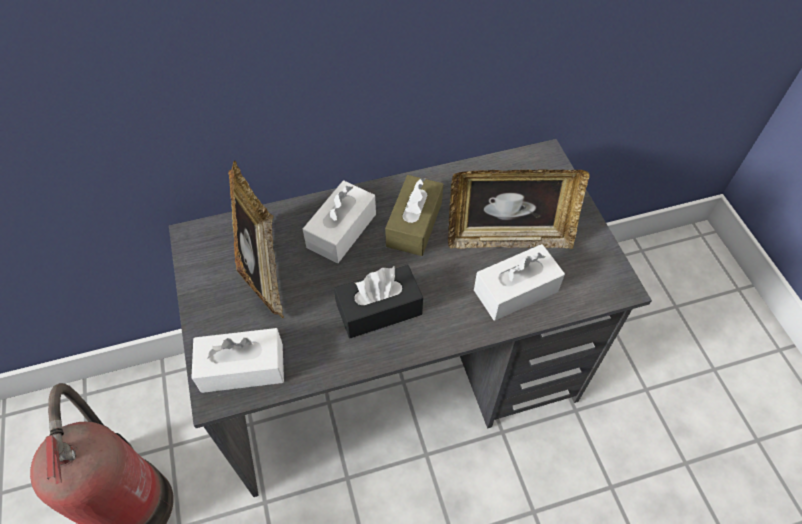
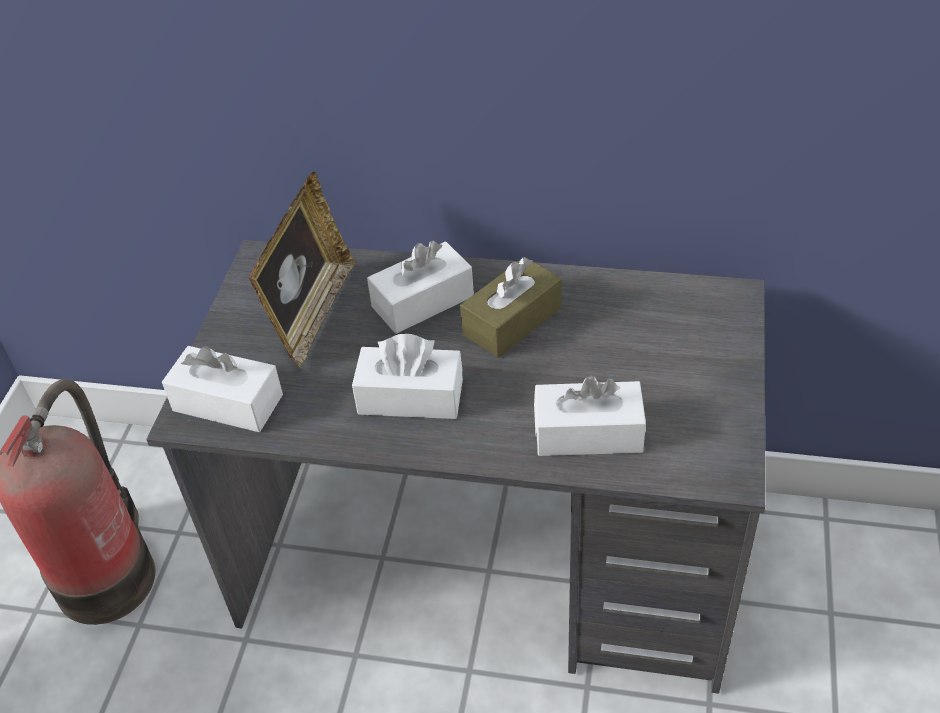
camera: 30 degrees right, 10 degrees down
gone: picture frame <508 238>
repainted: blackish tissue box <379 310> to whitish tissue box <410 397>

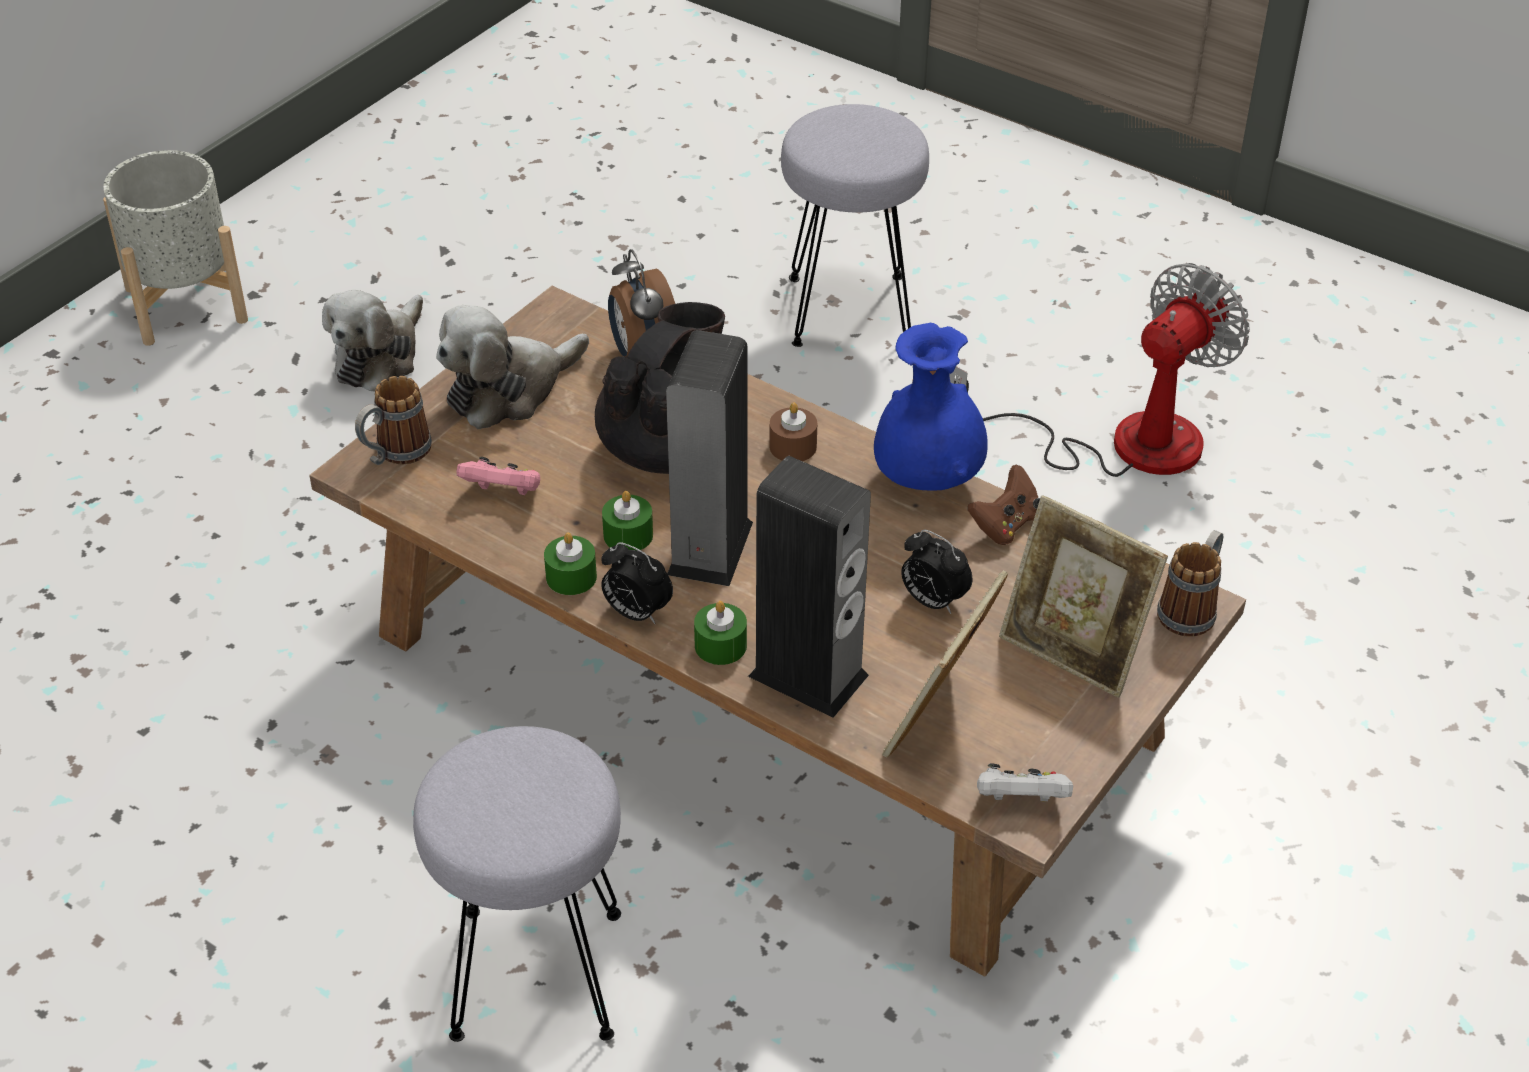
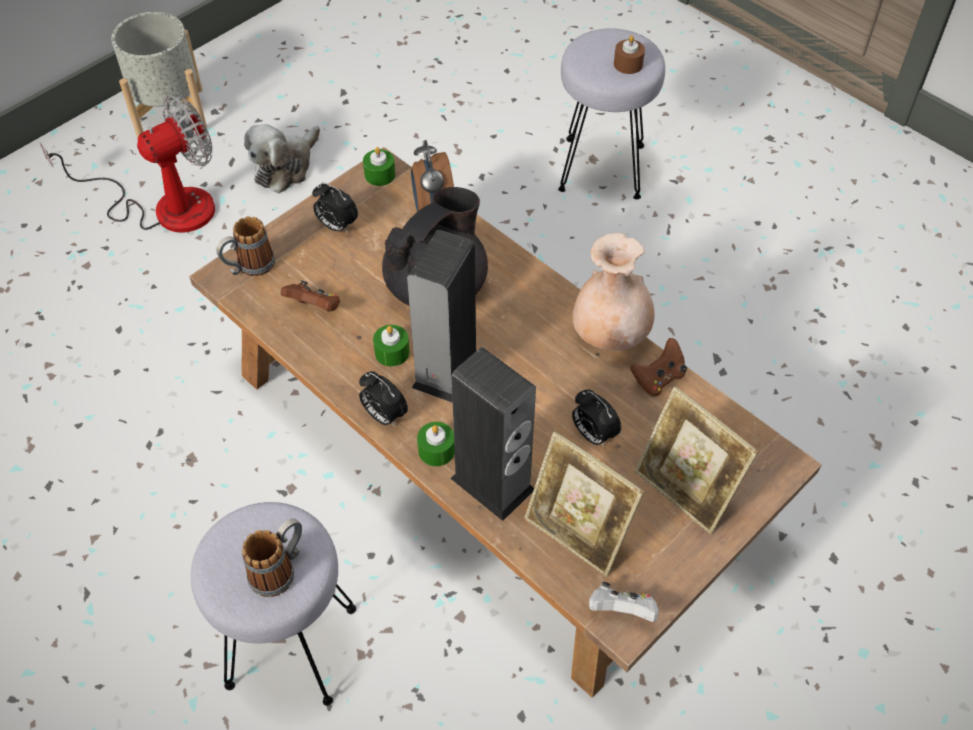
camera: 10 degrees right, 10 degrees up
shifted: green-coloured candle <571 577> to <380 175>; brown-coloured candle <793 446> to <628 64>; cooling fan <1122 443> to <164 206>; coffee mug <1191 609> to <280 569>
swapped: plush toy <509 390> to table clock <336 226>
repainted: pink joypad <503 493> to brown-coloured joypad <315 307>; blue-coloured decorative vase <927 480> to beige decorative vase <610 335>
rotated: picture frame <939 720> = <577 534> 90 degrees counterclockwise

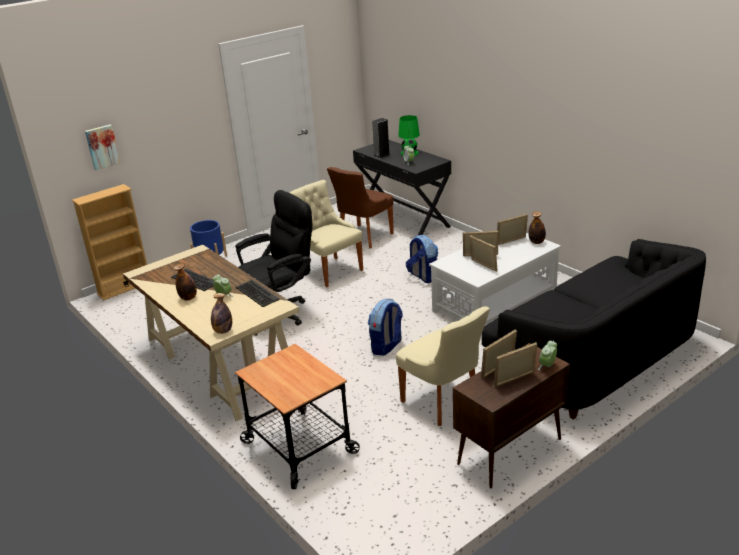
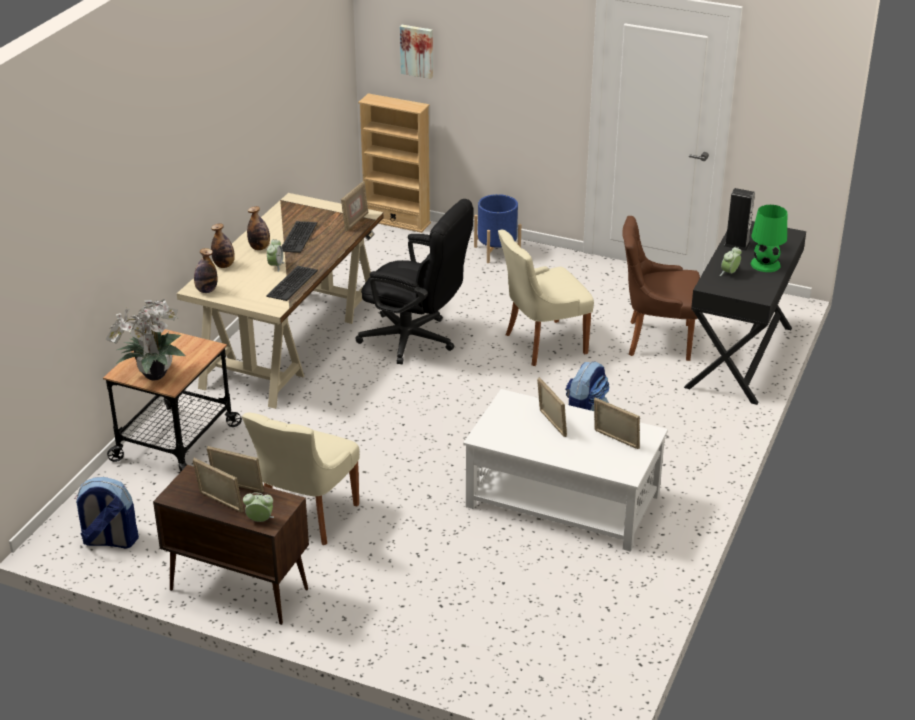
camera: 60 degrees right, 5 degrees up
gone: blackish sofa <593 359>
new: potted plant <152 376>
shifted: knapsack <386 347> to <109 540>; picture frame <483 266> to <355 222>; beverage bottle <536 242> to <224 265>
rotated: beige plain chair <330 271> = <542 344> 135 degrees counterclockwise

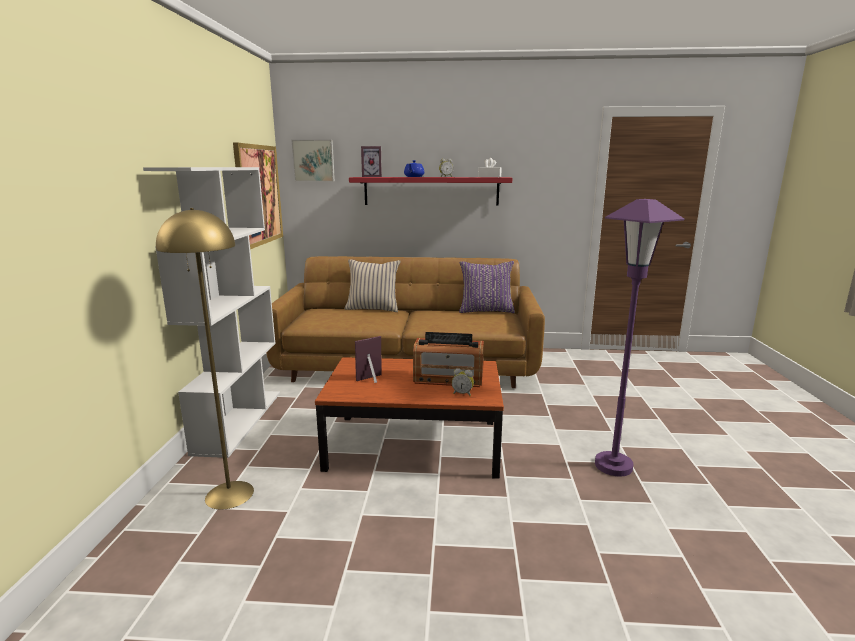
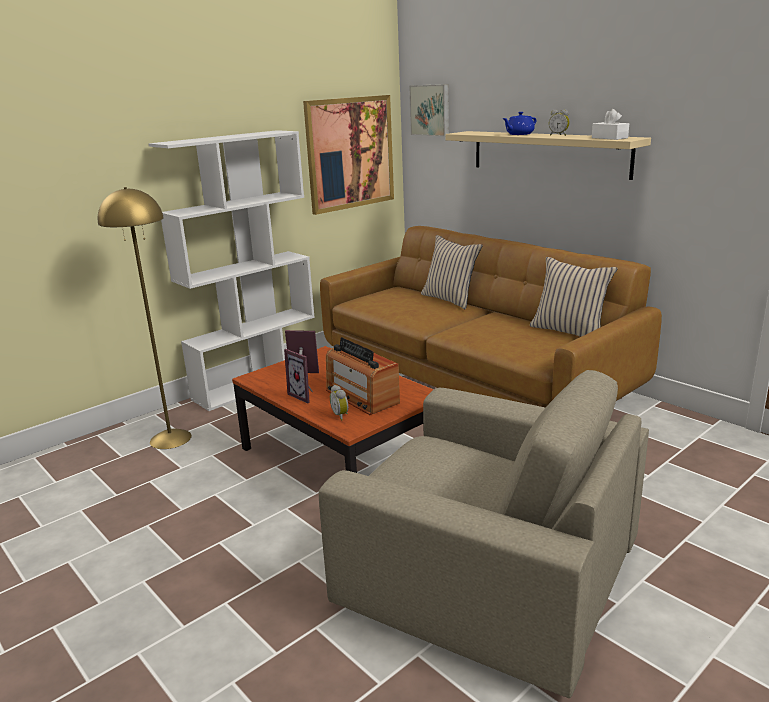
camera: 45 degrees right, 5 degrees up
shifted: picture frame <372 177> to <305 395>
swapped: purple standard lamp <613 466> to beige easy chair <487 573>
repainted: reddish bracket shelf <431 191> to beige bracket shelf <548 153>; purple pillow <486 310> to beige pillow <569 331>

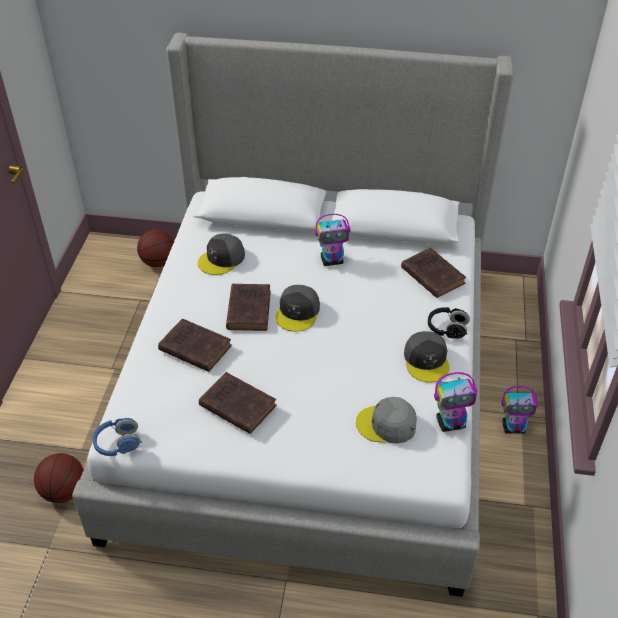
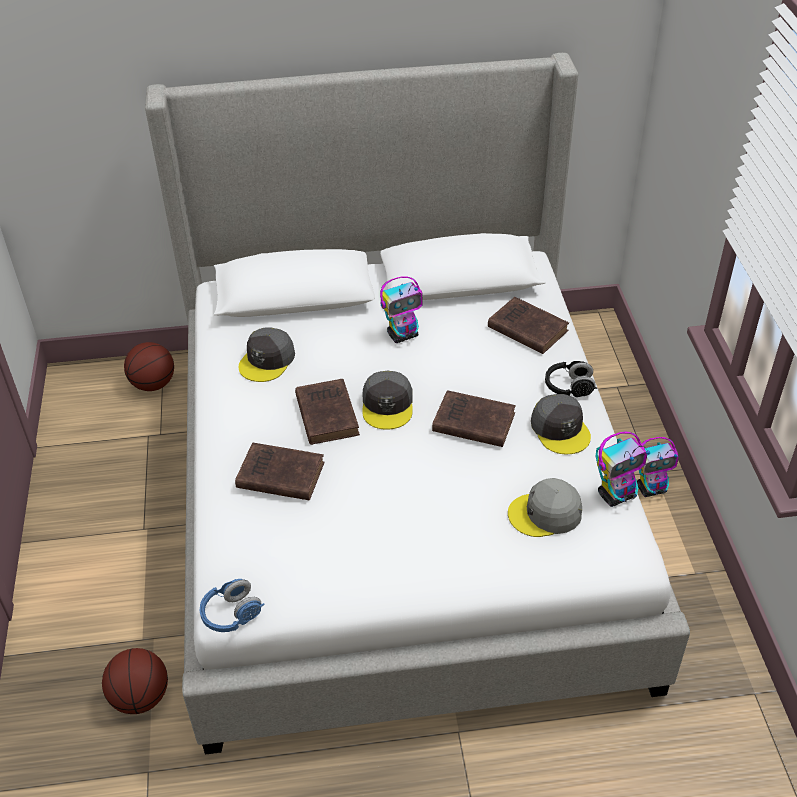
camera: 15 degrees left, 0 degrees up
shifted: brown-coloured volume <236 405> to <471 422>

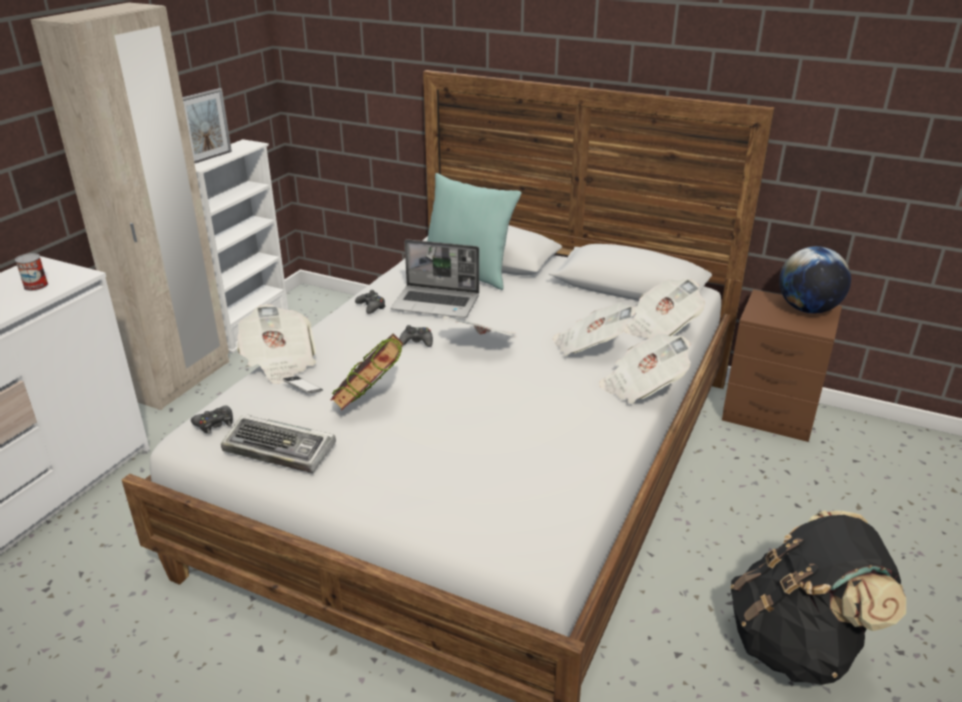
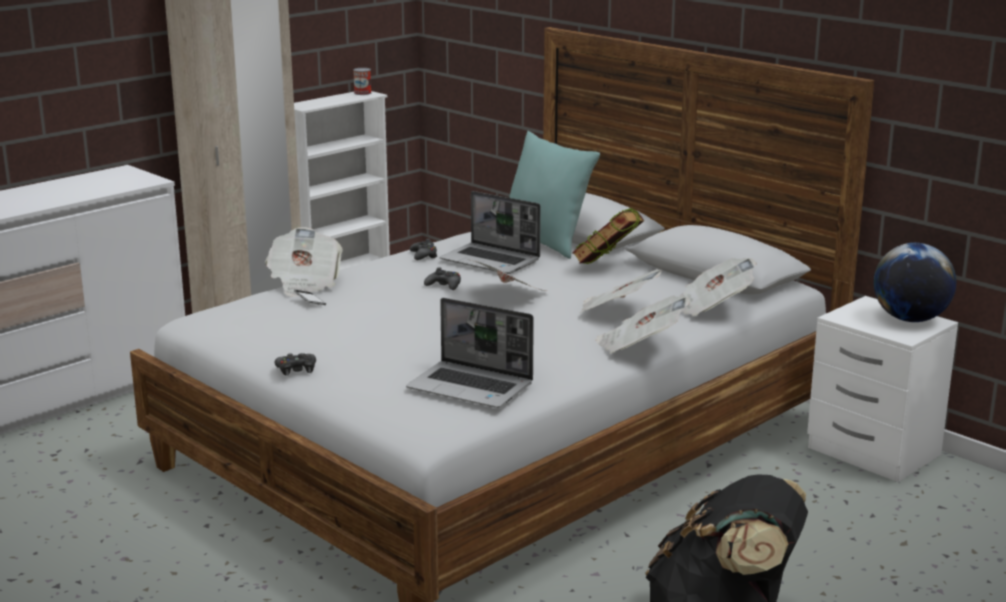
camera: 20 degrees right, 10 degrees down
gone: picture frame <210 158>; keyboard <281 449>
new: portable computer <472 387>
shifted: metal can <36 286> to <362 93>; blackish joypad <215 424> to <296 369>; volume <370 402> to <607 268>
repainted: brown-coloured night table <771 415> to whitish night table <874 453>

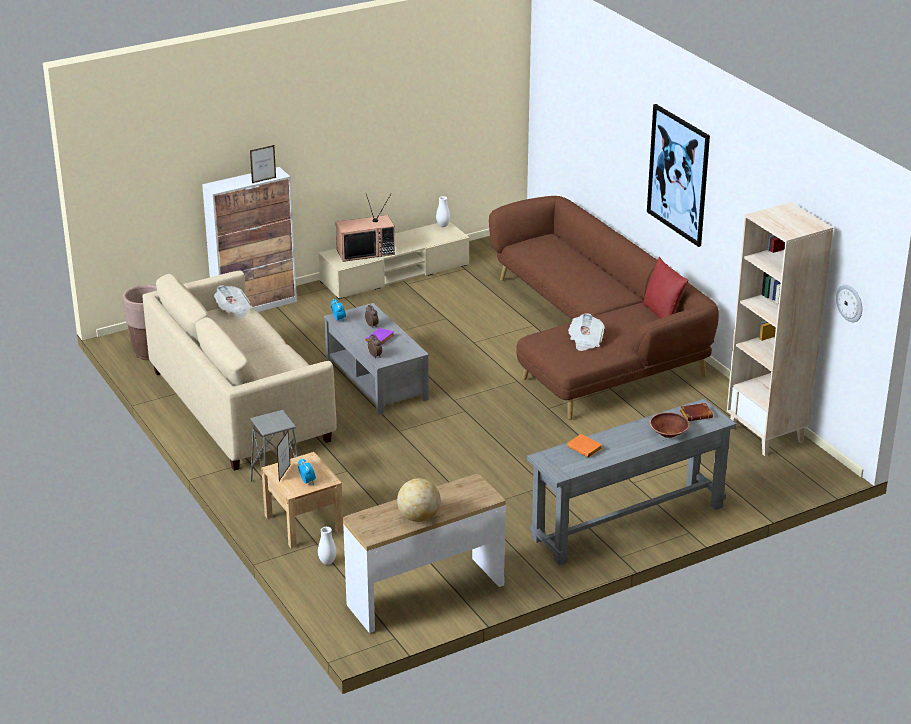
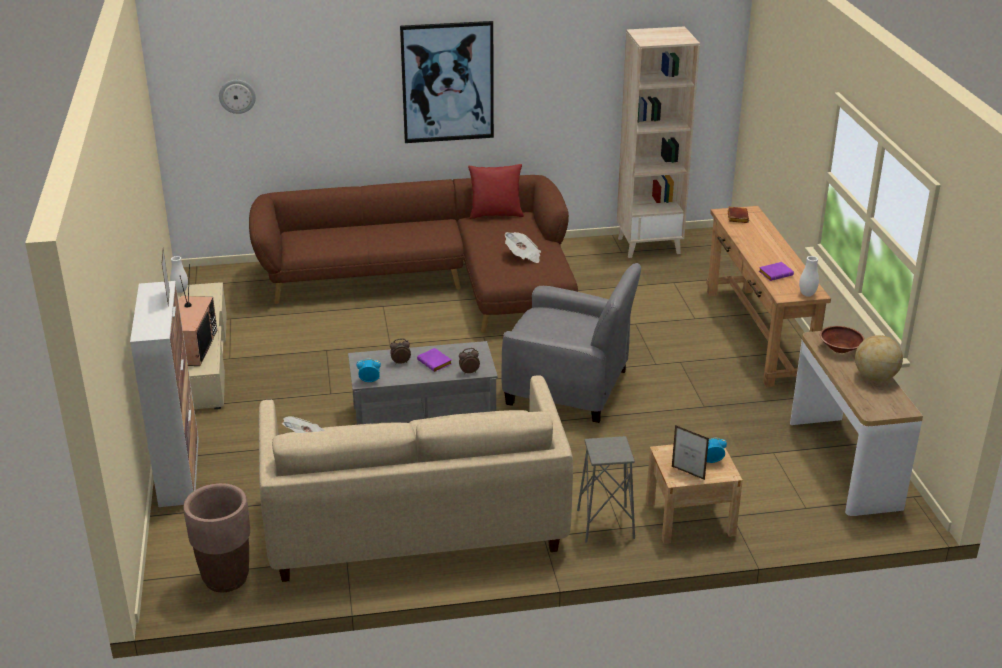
camera: 70 degrees left, 0 degrees up
new: greyish easy chair <568 388>
shifted: whitish decorative vase <327 562> to <807 294>; brown-coloured bowl <668 433> to <840 348>; wall clock <850 303> to <237 96>
repainted: greyish hall table <628 522> to brown-coloured hall table <757 334>; orangey volume <585 448> to purple volume <775 274>

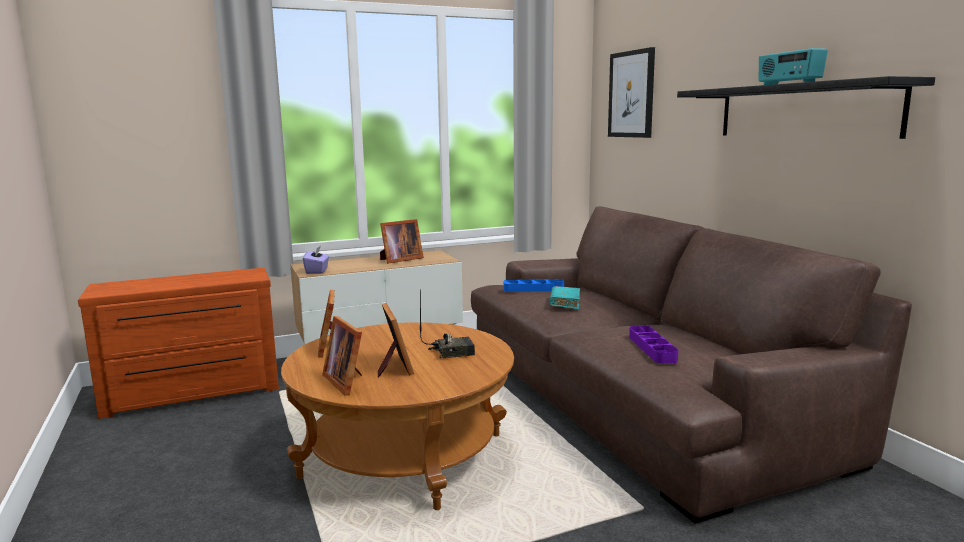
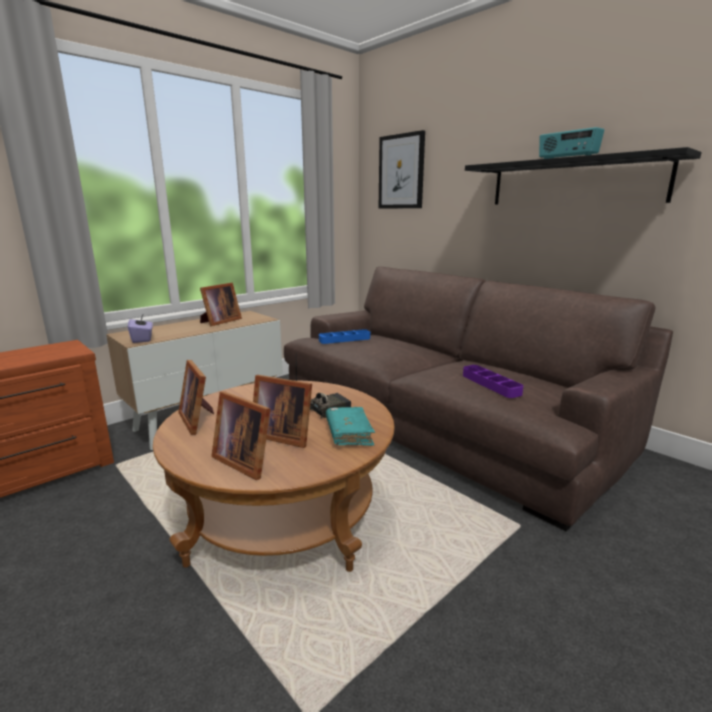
camera: 20 degrees left, 5 degrees up
shifted: turquoise volume <565 303> to <349 433>
rotated: picture frame <394 367> = <282 435> 150 degrees clockwise

